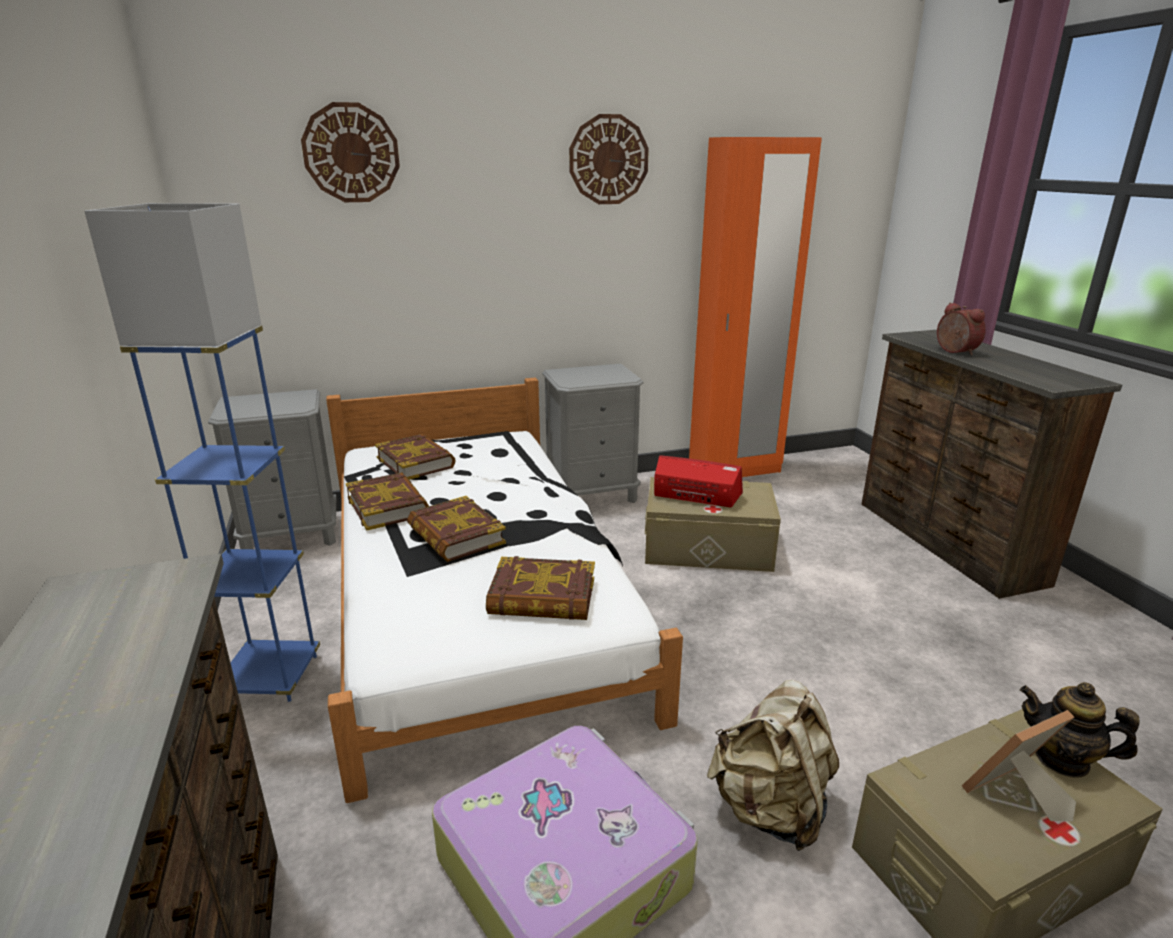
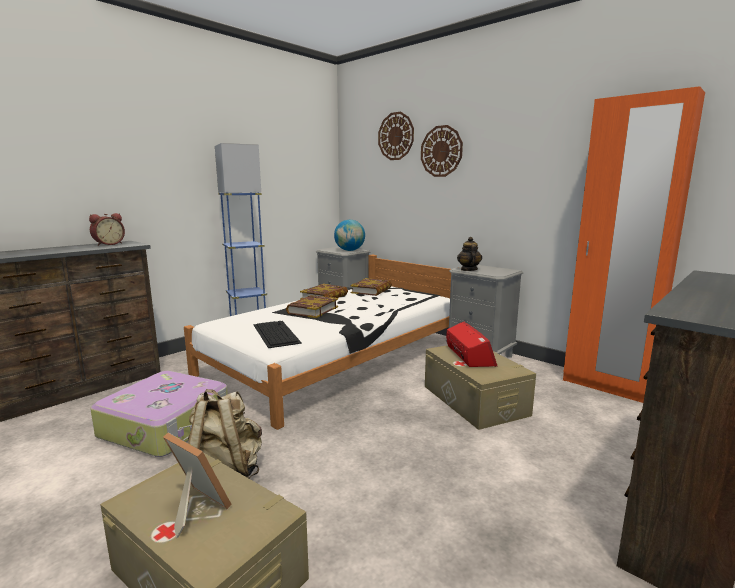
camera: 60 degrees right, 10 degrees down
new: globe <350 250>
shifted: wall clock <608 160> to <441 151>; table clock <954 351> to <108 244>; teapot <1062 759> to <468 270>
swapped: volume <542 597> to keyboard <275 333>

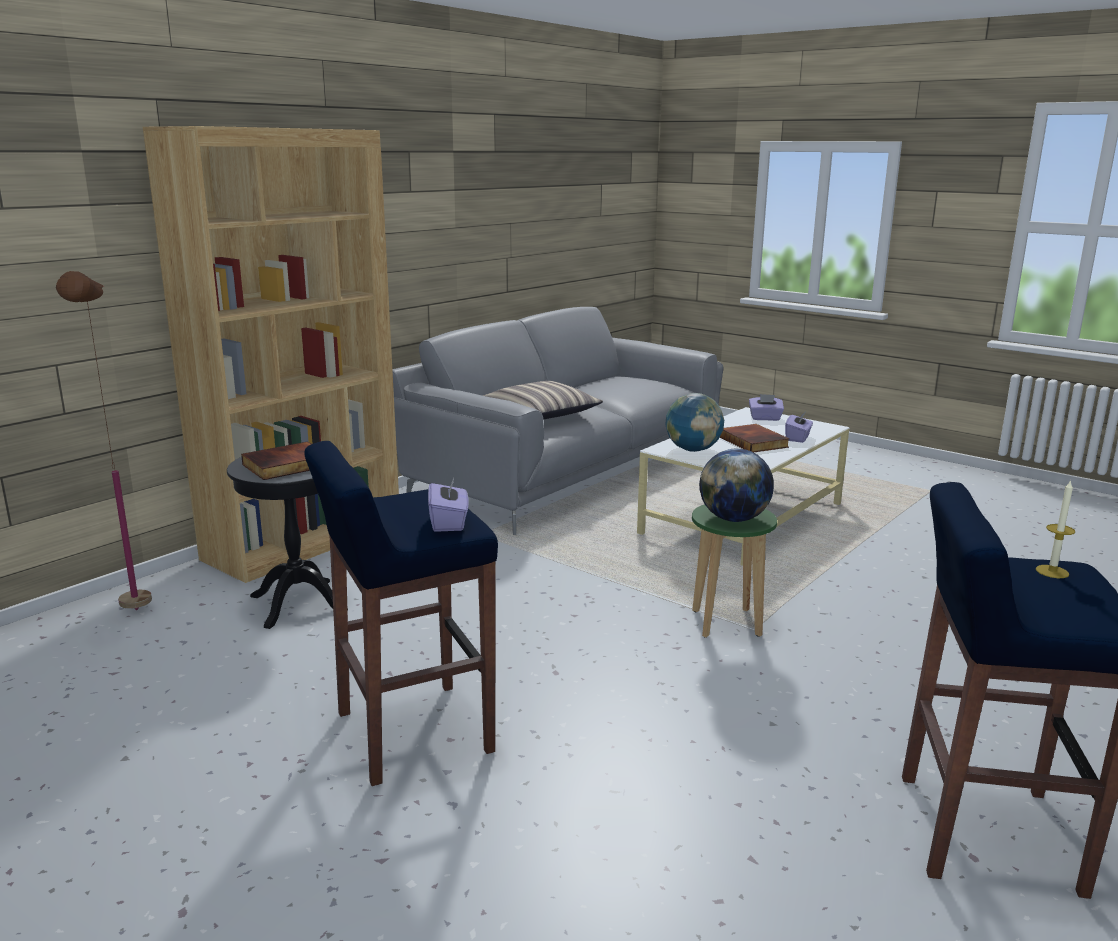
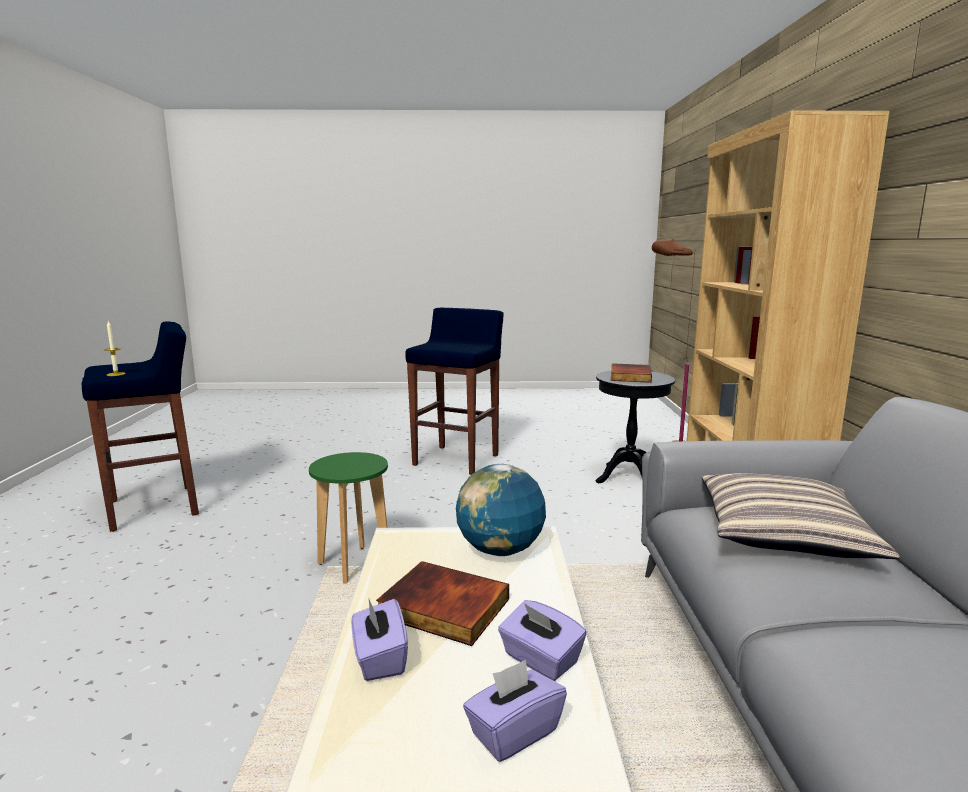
camera: 140 degrees right, 5 degrees down
gone: globe <734 519>
shifted: purple tissue box <449 522> to <540 659>

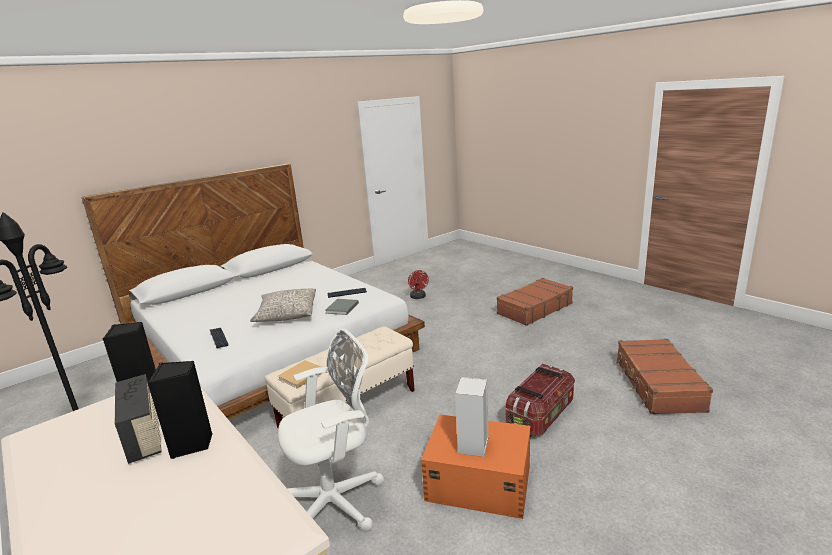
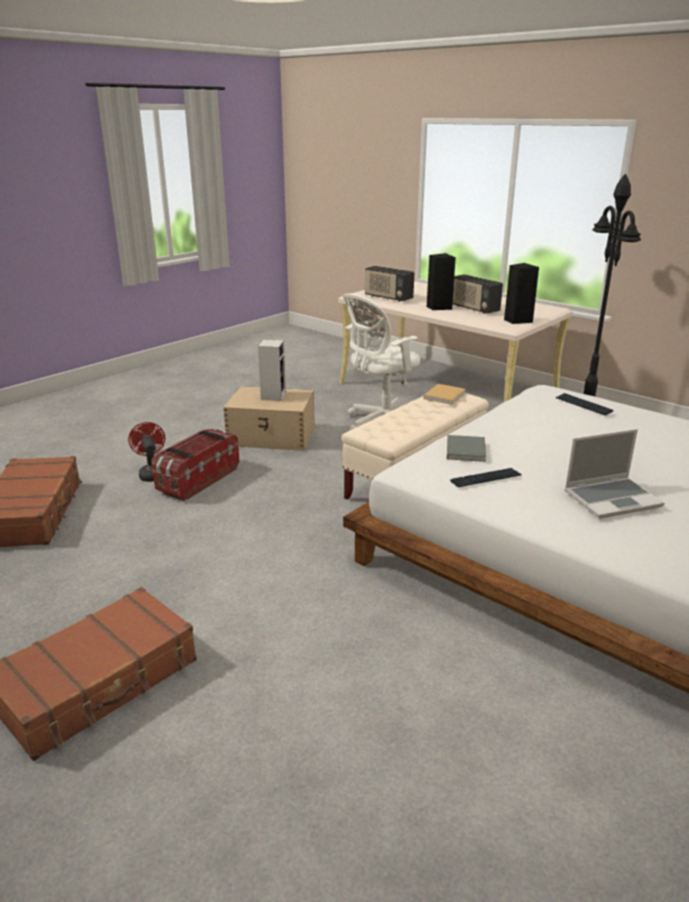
camera: 170 degrees right, 5 degrees up
gone: greyish pillow <287 314>
new: radio set <388 298>; portable computer <612 498>
shifted: reddish cooling fan <418 297> to <152 473>
repainted: orangey storage box <477 482> to beige storage box <272 436>

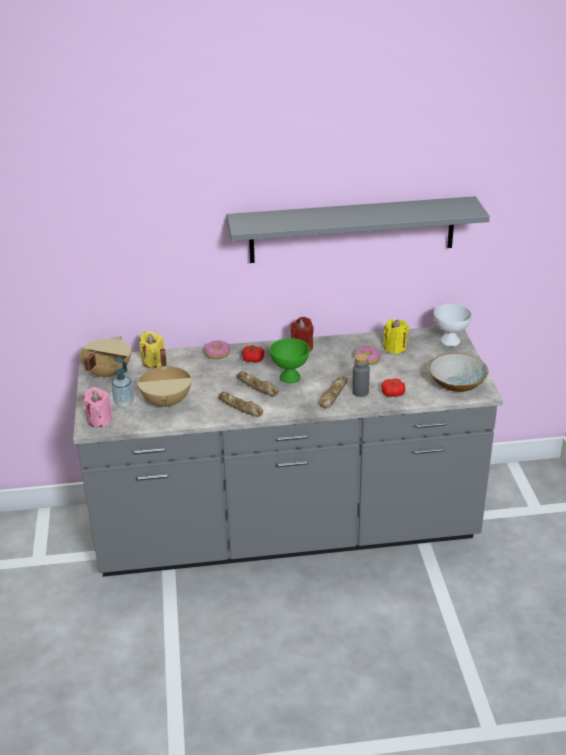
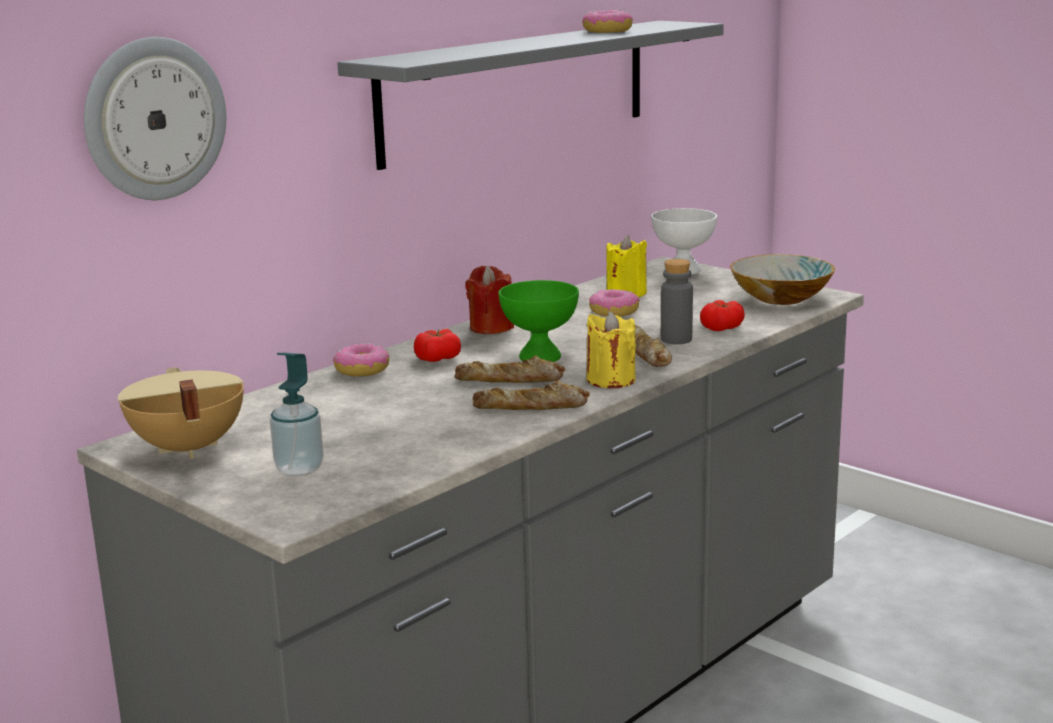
camera: 40 degrees left, 15 degrees down
gone: pink candle <99 420>; beige stockpot <167 402>
new: wall clock <154 119>; doughnut <607 31>
shifted: yellowish candle <153 362> to <611 380>

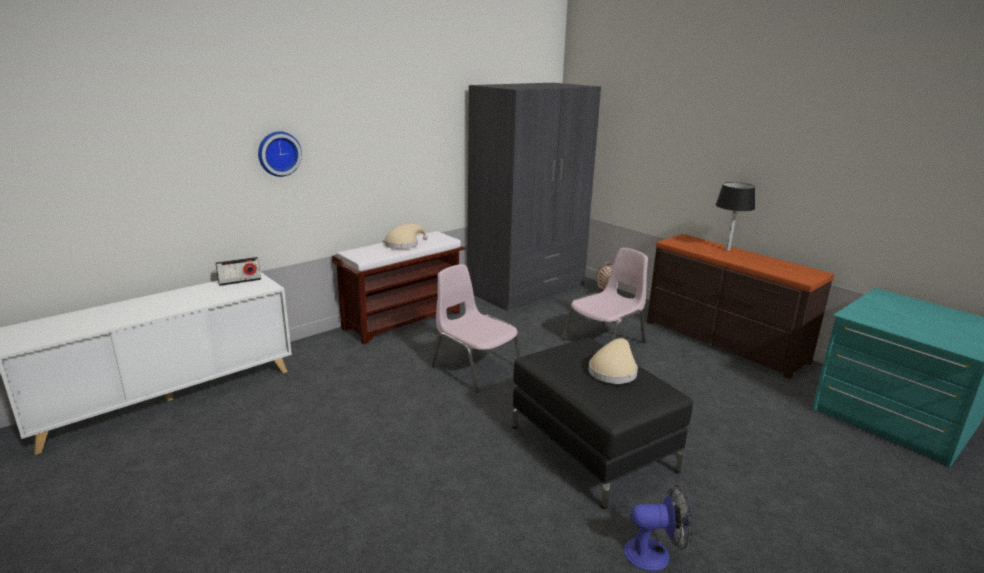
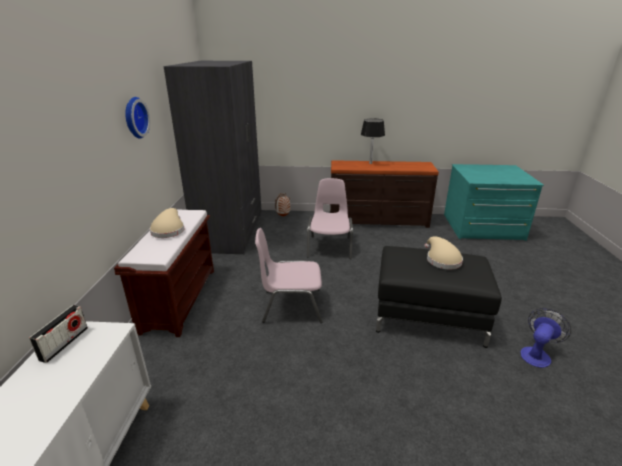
camera: 45 degrees left, 5 degrees up
shifted: wall clock <278 153> to <134 117>

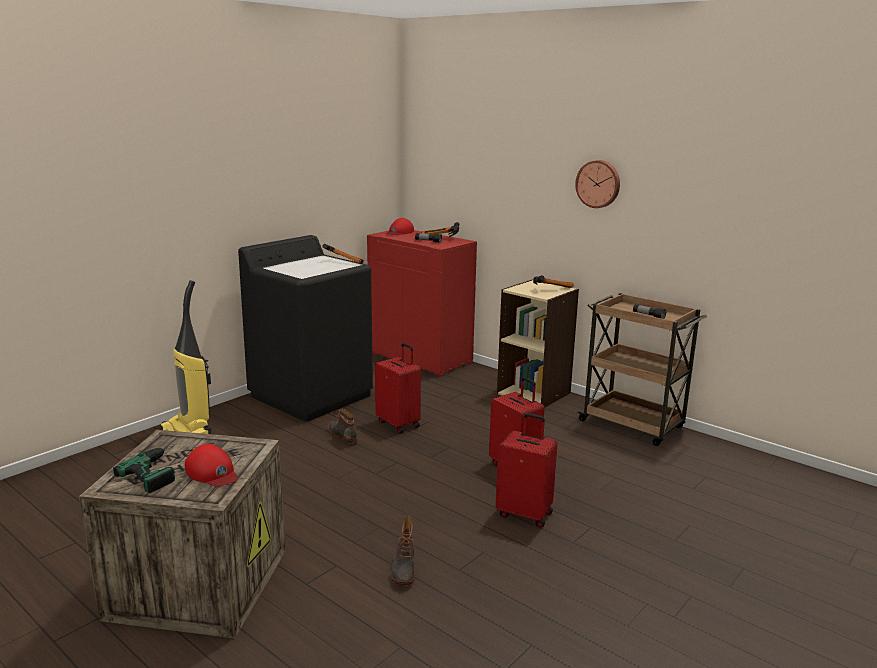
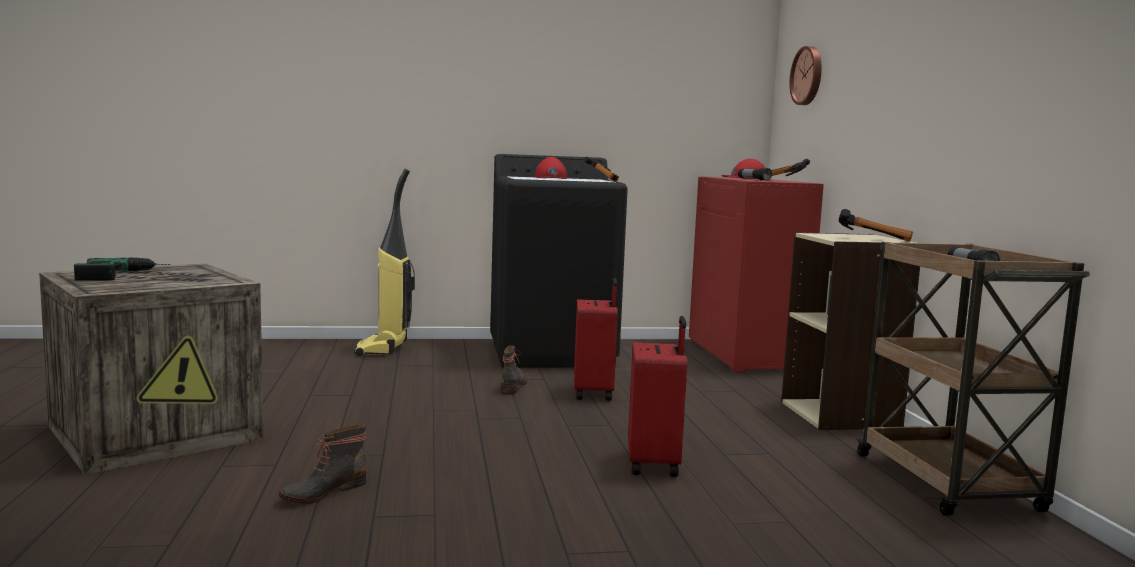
camera: 40 degrees right, 10 degrees down
gone: reddish suitcase <525 513>
shifted: reddish cap <212 472> to <551 178>; wall clock <598 184> to <808 76>

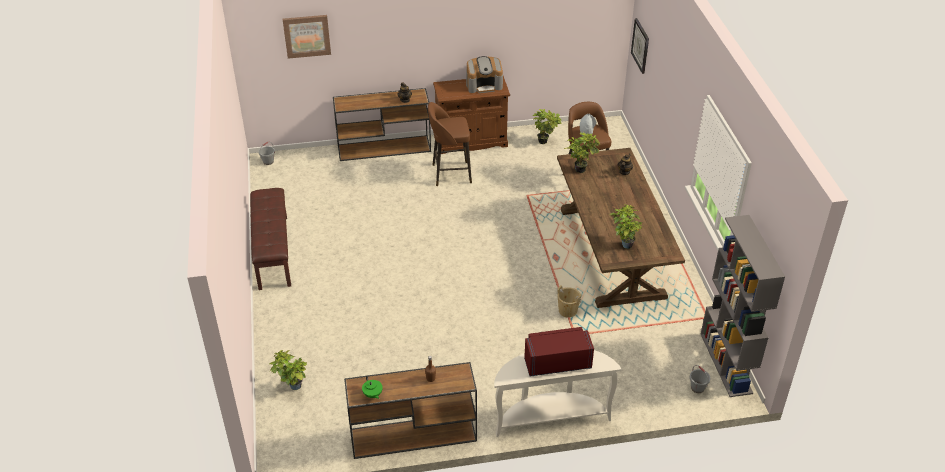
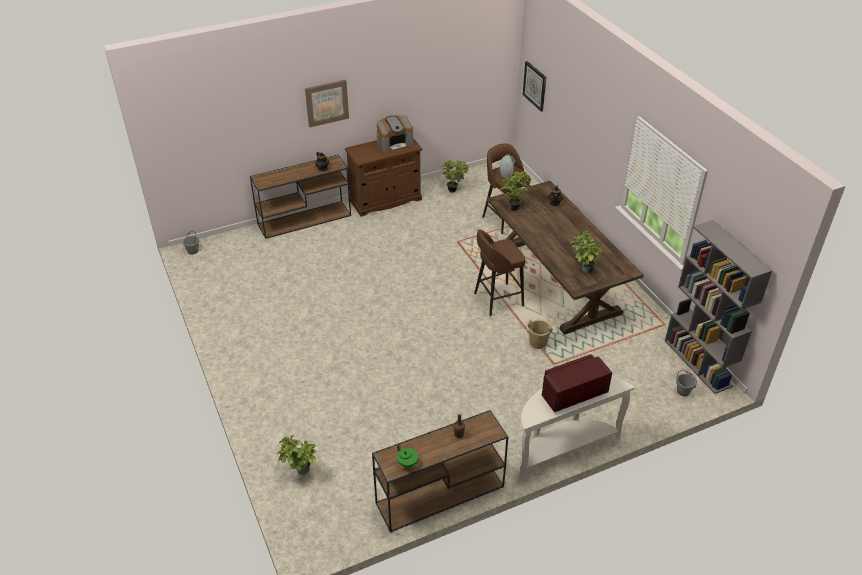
camera: 15 degrees left, 0 degrees up
gone: brown-coloured bench <272 252>
shifted: wall art <307 36> to <326 102>; brown-coloured stool <450 174> to <497 300>

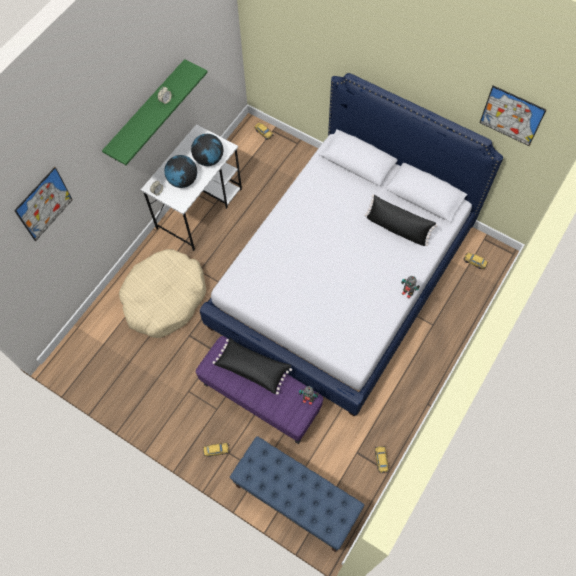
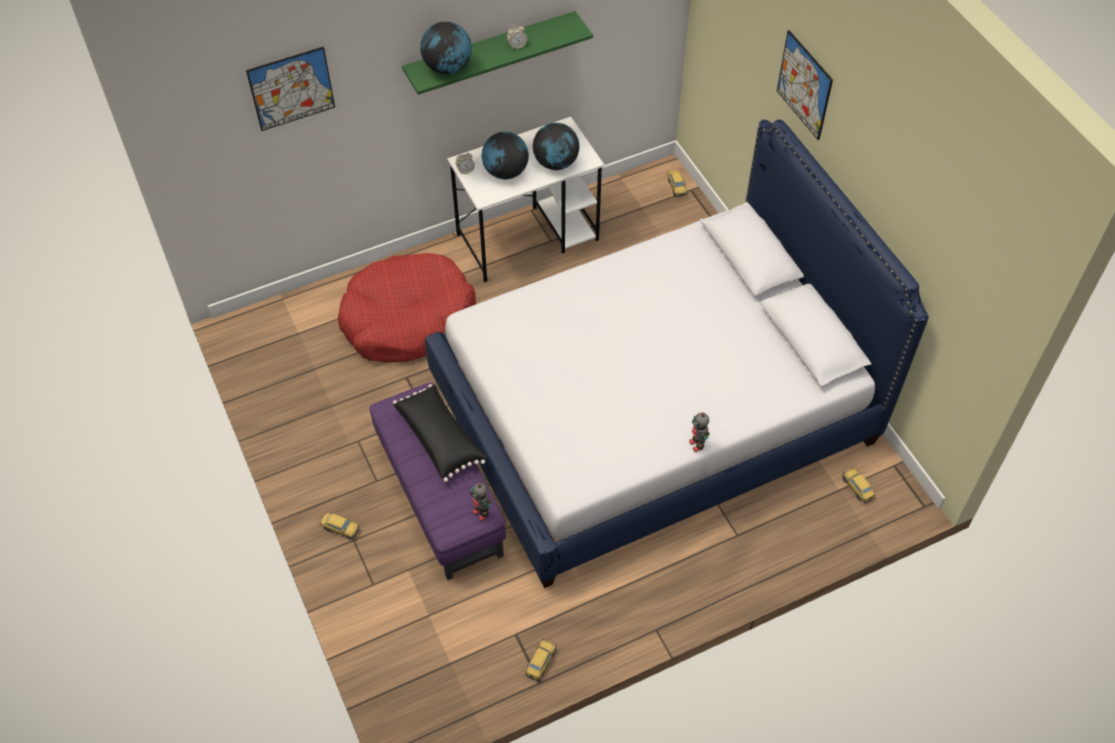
camera: 30 degrees right, 10 degrees down
gone: blue-coloured bench <296 499>; blackish pillow <397 228>
new: globe <447 68>
shifted: wall art <511 116> to <804 85>
repainted: beige dog bed <164 298> to reddish dog bed <408 319>

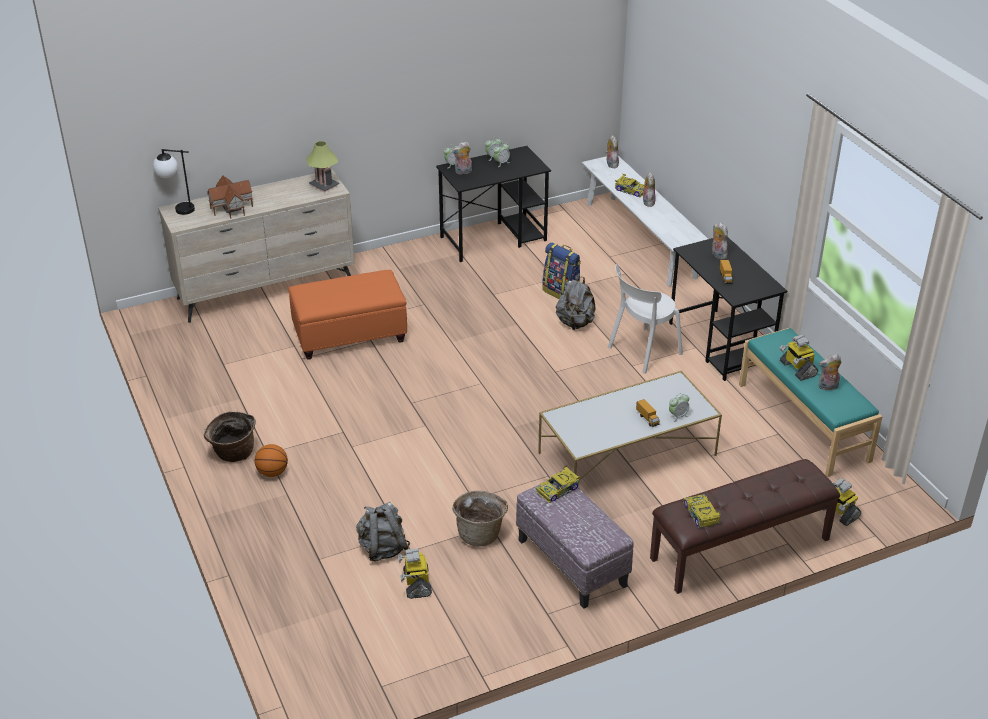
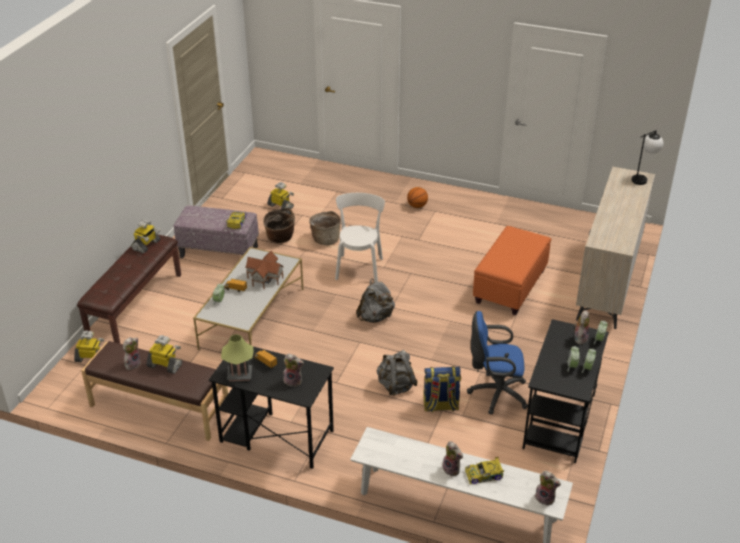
camera: 135 degrees right, 0 degrees up
new: blue-coloured desk chair <495 394>
shifted: basket <233 454> to <325 239>; miniature house <232 207> to <265 278>; lamp for a table <324 185> to <239 374>; greyish knapsack <382 548> to <375 317>; whitish plain chair <642 351> to <359 267>
swapped: model car <701 514> to robot figure <146 245>
repainted: turquoise bench <804 422> to brown-coloured bench <159 408>

